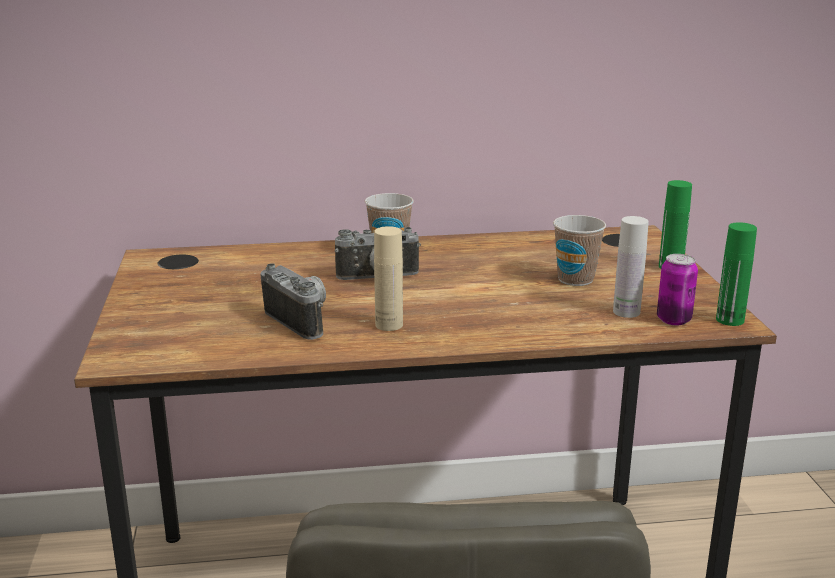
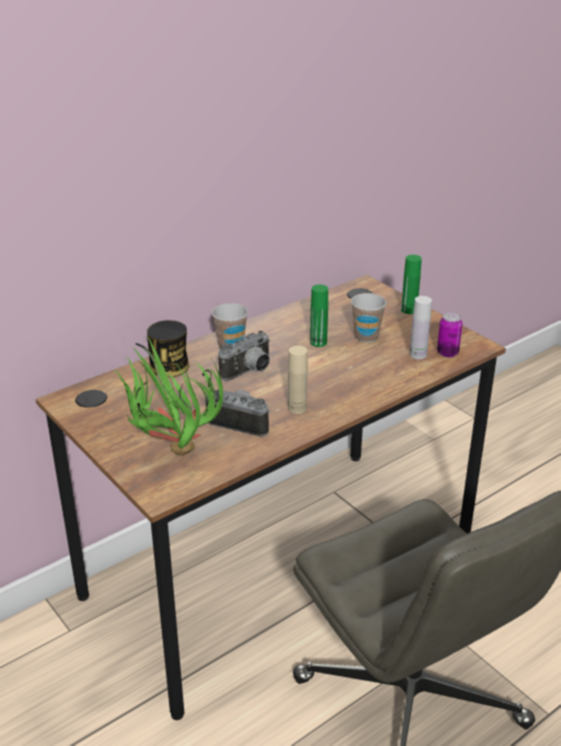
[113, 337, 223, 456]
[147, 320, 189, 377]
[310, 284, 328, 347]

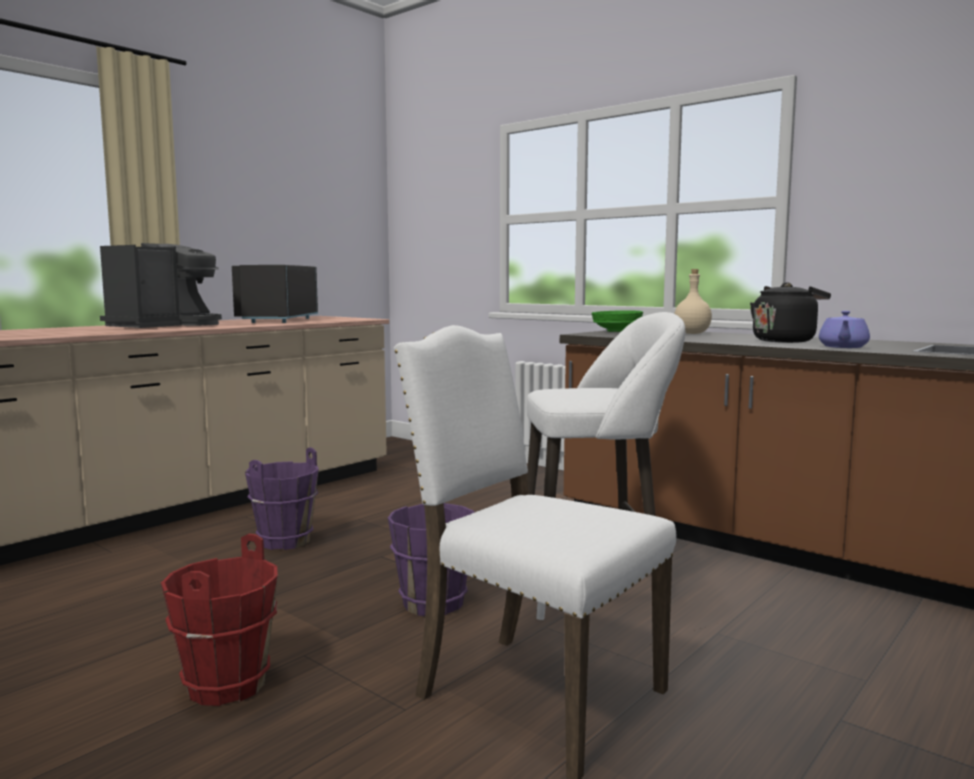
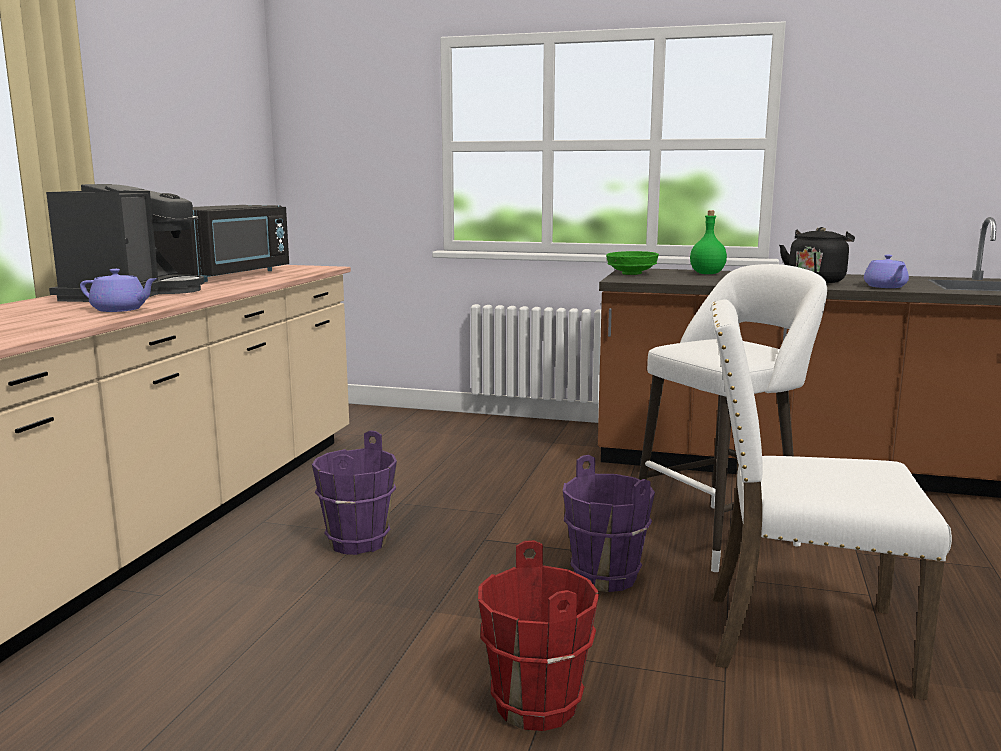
[80, 269, 157, 312]
[690, 211, 727, 274]
[154, 205, 289, 282]

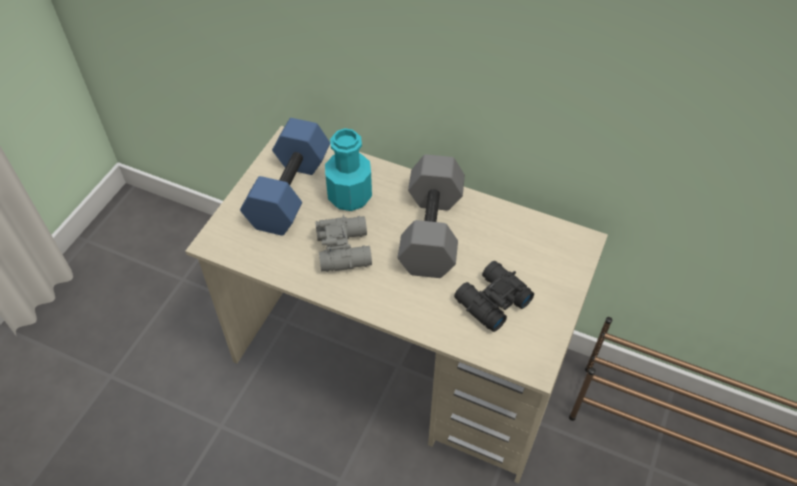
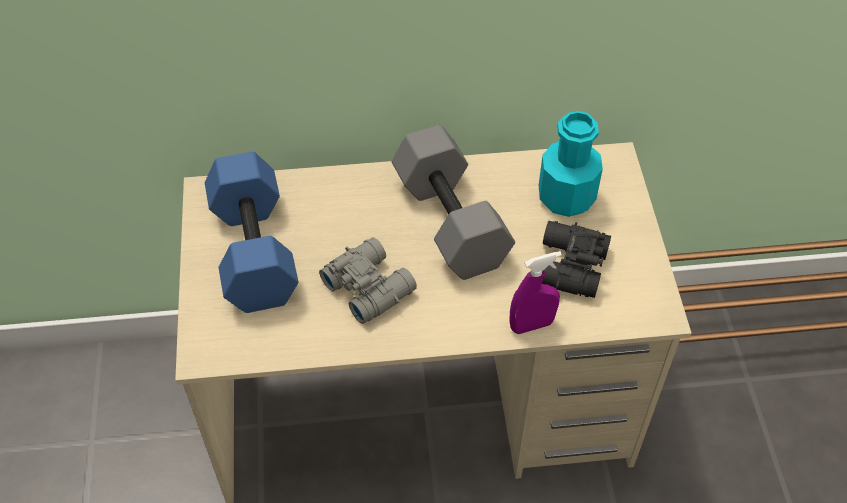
[509, 251, 562, 334]
[539, 111, 603, 217]

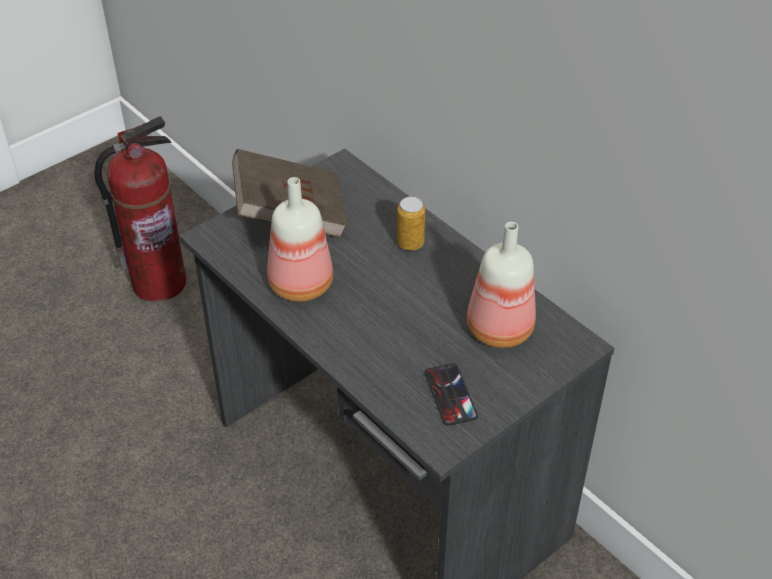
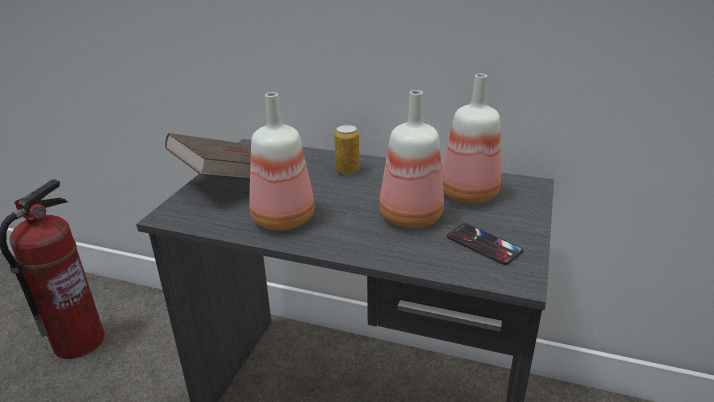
[379, 90, 444, 228]

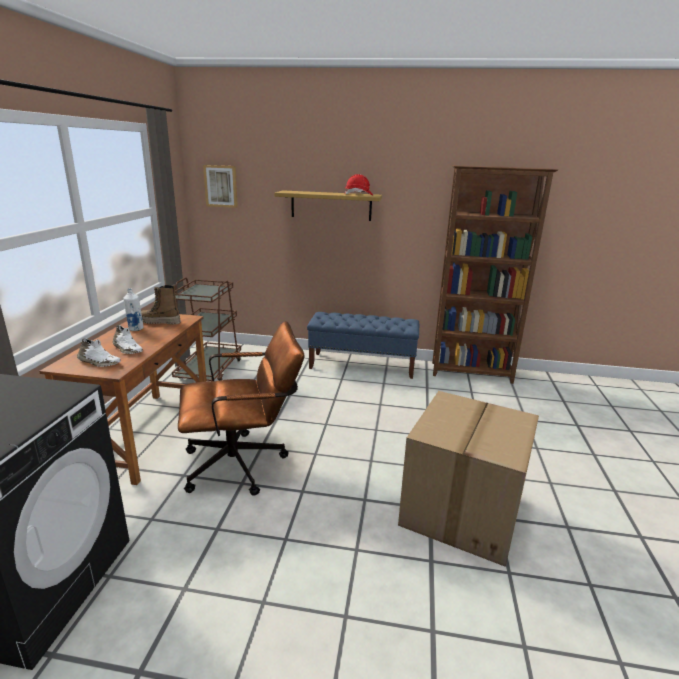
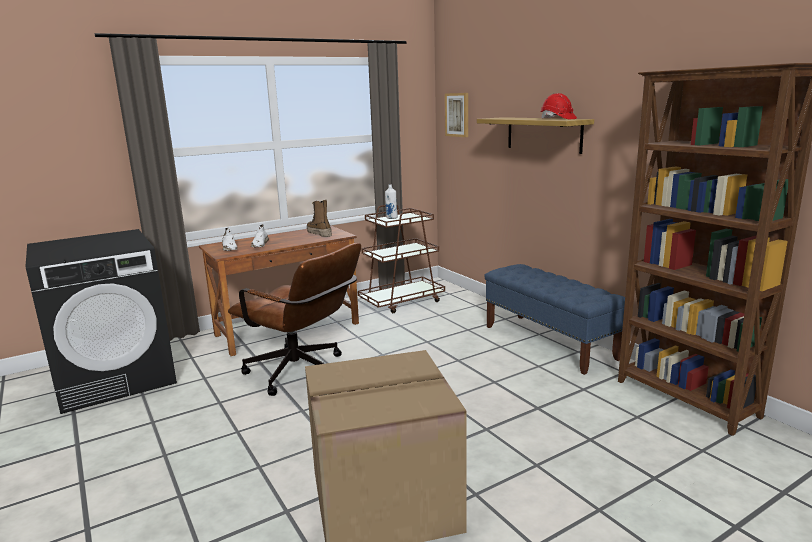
[385, 184, 398, 219]

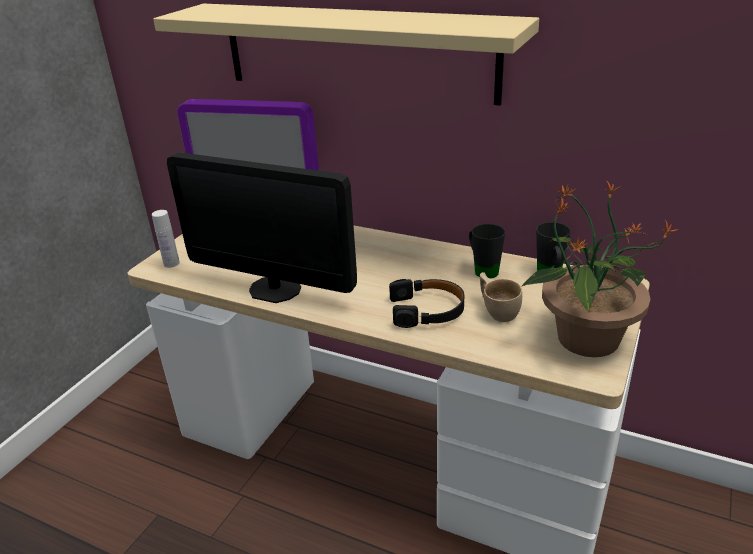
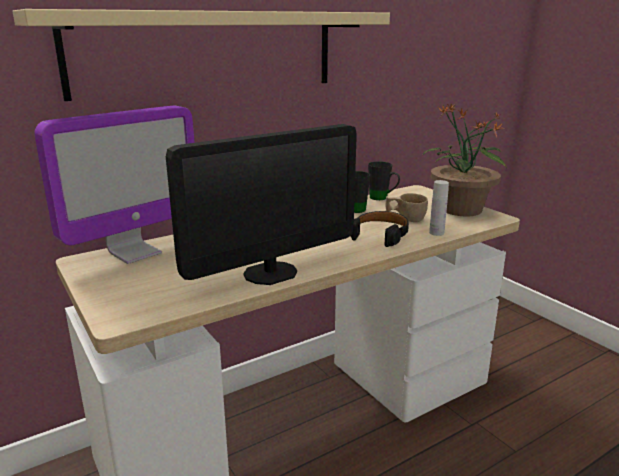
[429, 180, 449, 236]

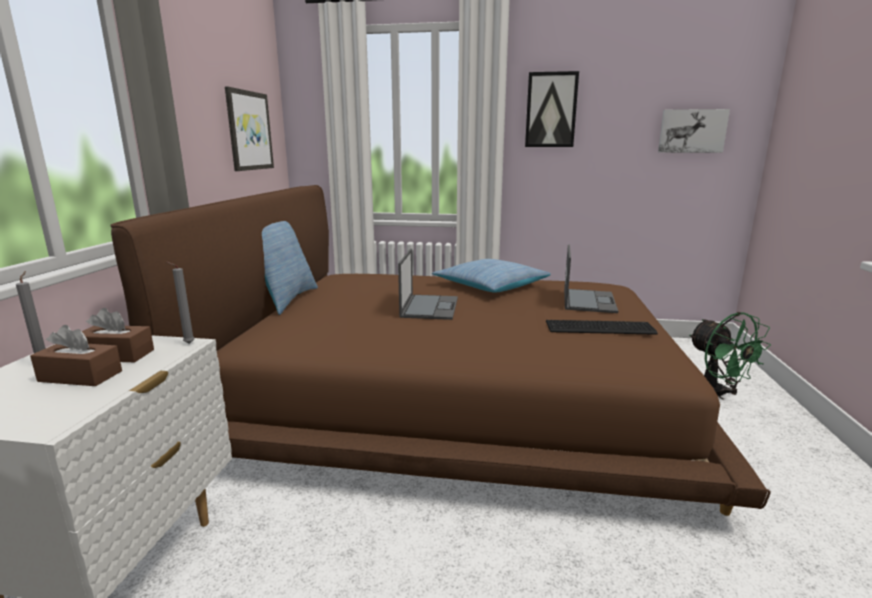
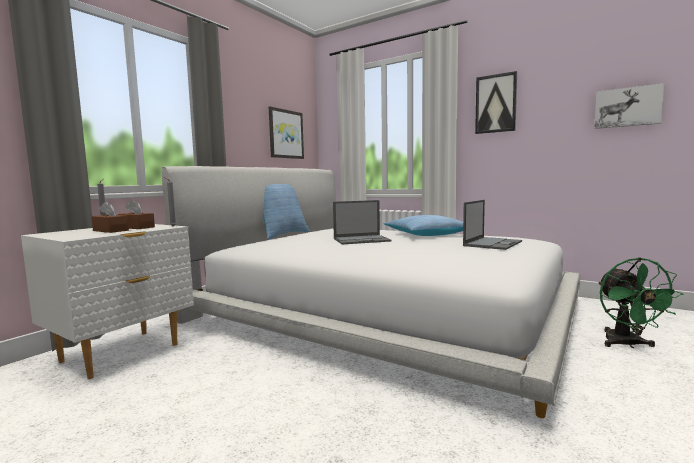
[546, 320, 658, 335] (first image)
[162, 166, 581, 418]
[333, 200, 392, 245]

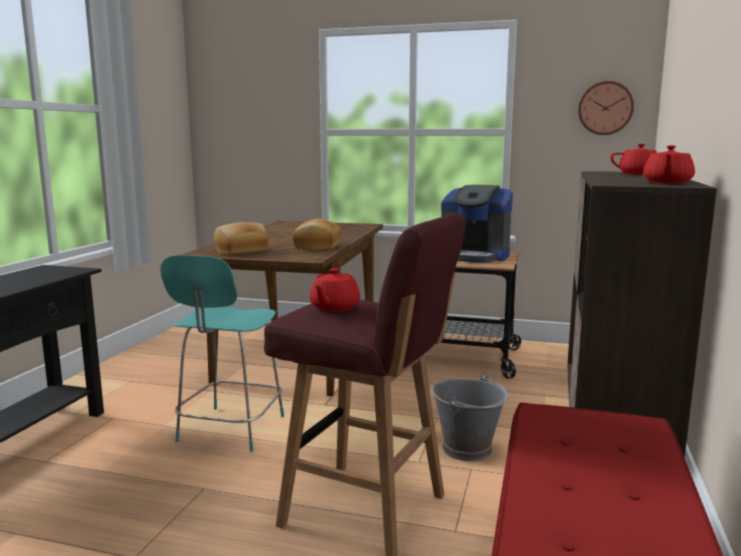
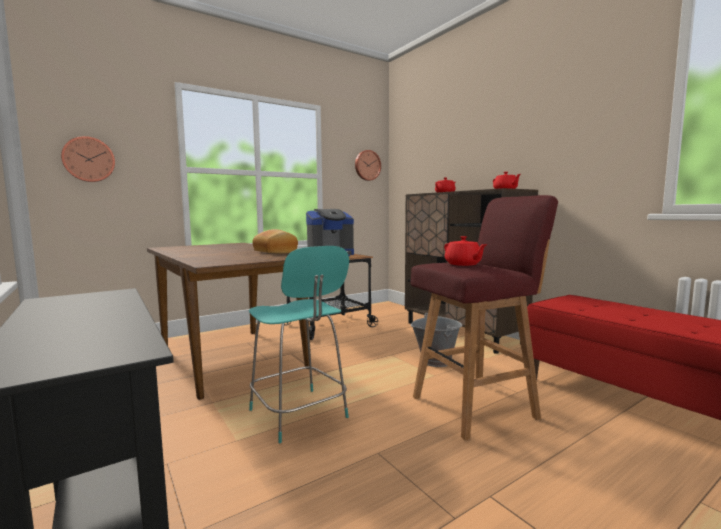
[214, 222, 268, 254] (first image)
[61, 136, 115, 182]

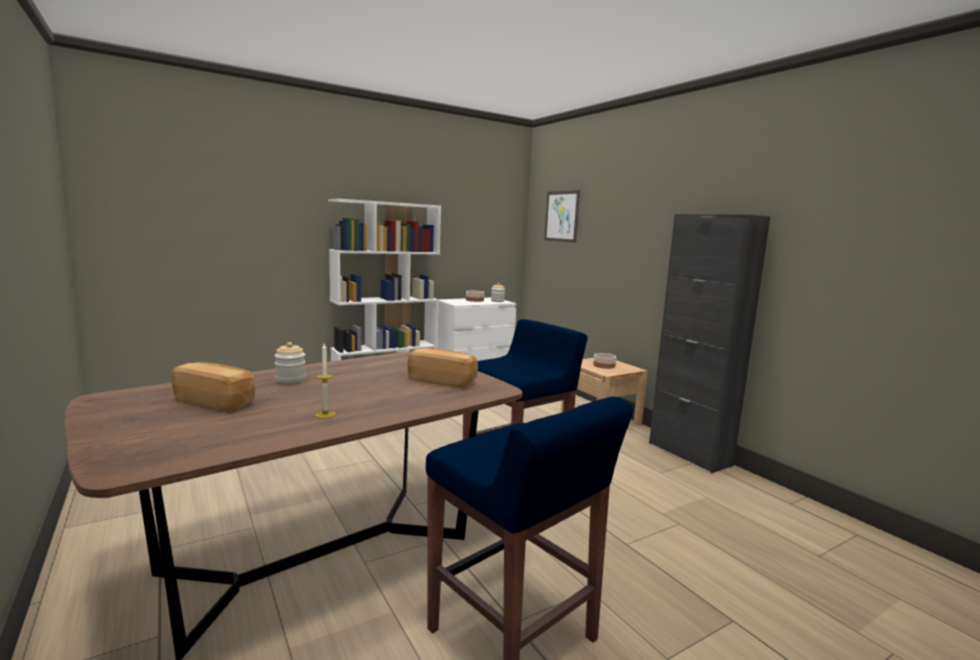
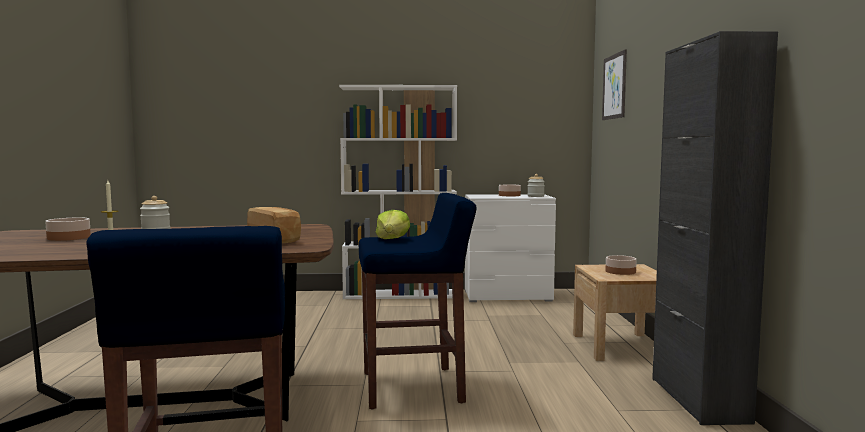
[376, 210, 410, 239]
[45, 218, 91, 241]

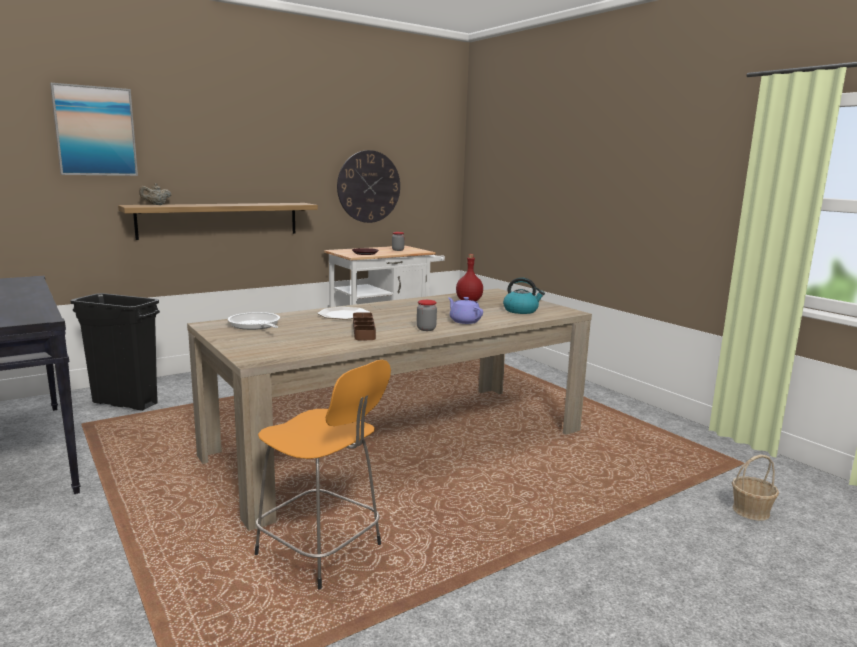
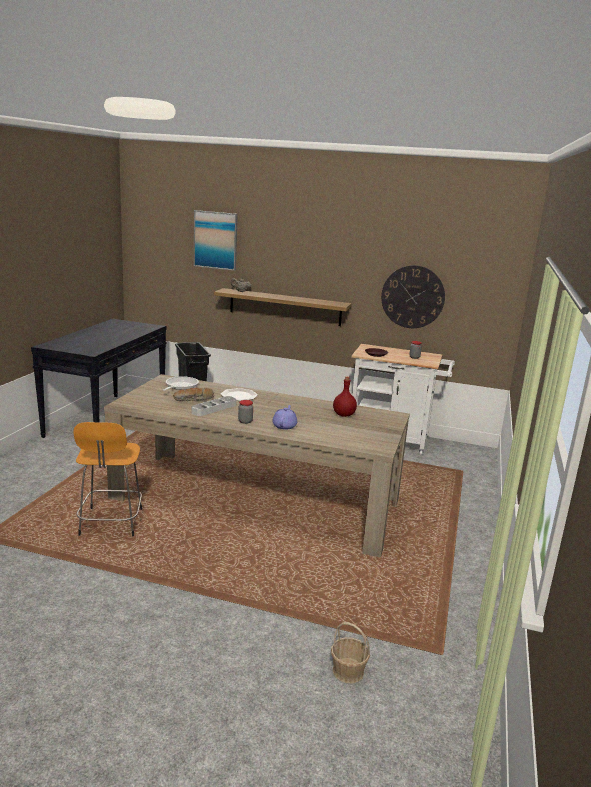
[503, 277, 545, 314] (first image)
[173, 388, 214, 401]
[191, 396, 236, 416]

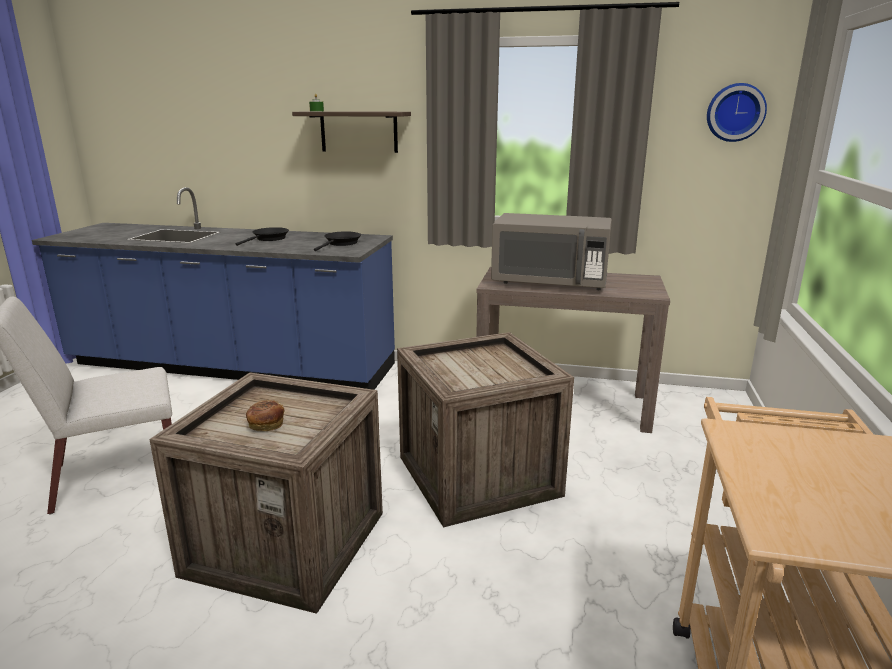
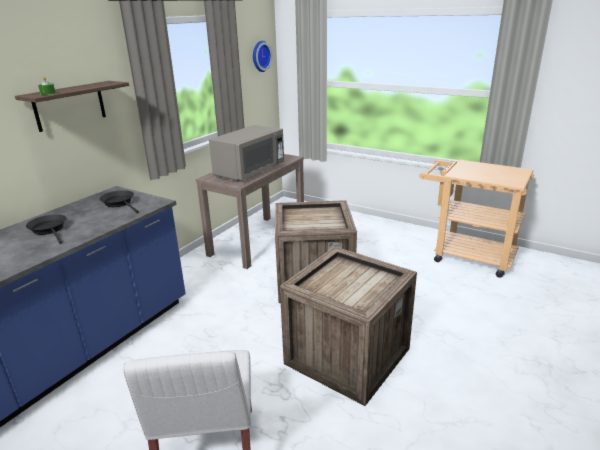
[246, 400, 284, 431] (first image)

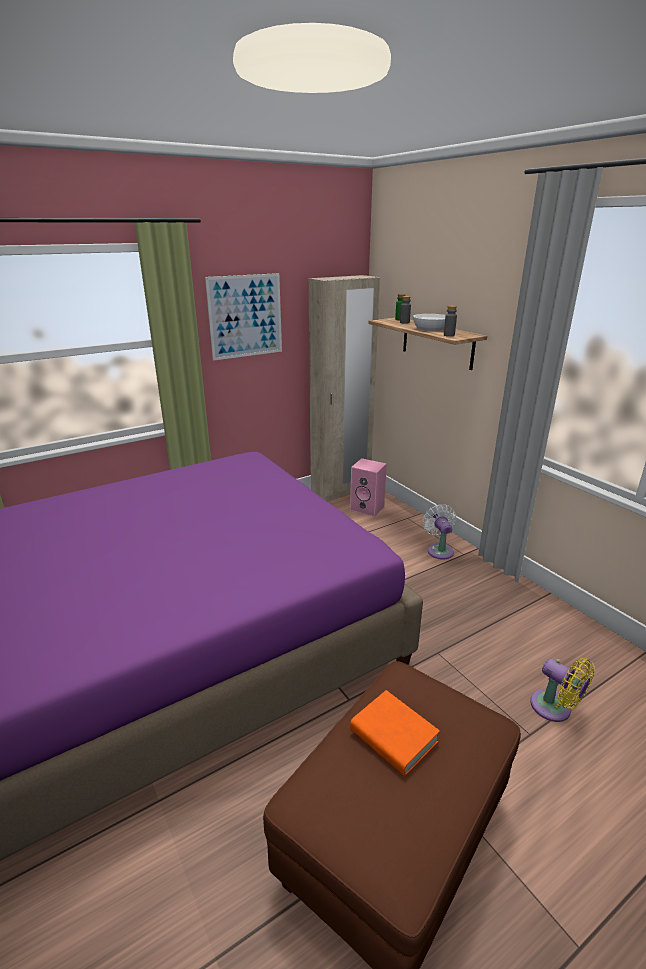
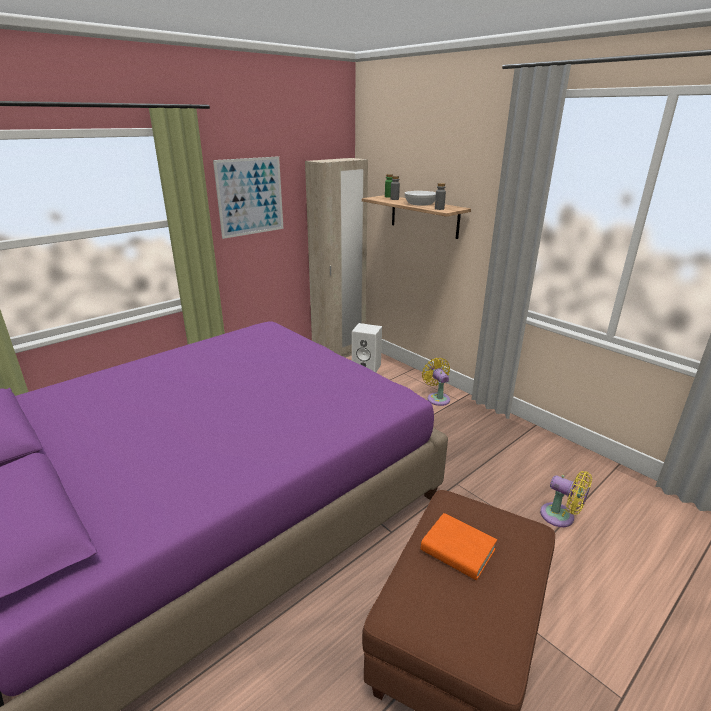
[352, 323, 382, 372]
[422, 358, 450, 406]

